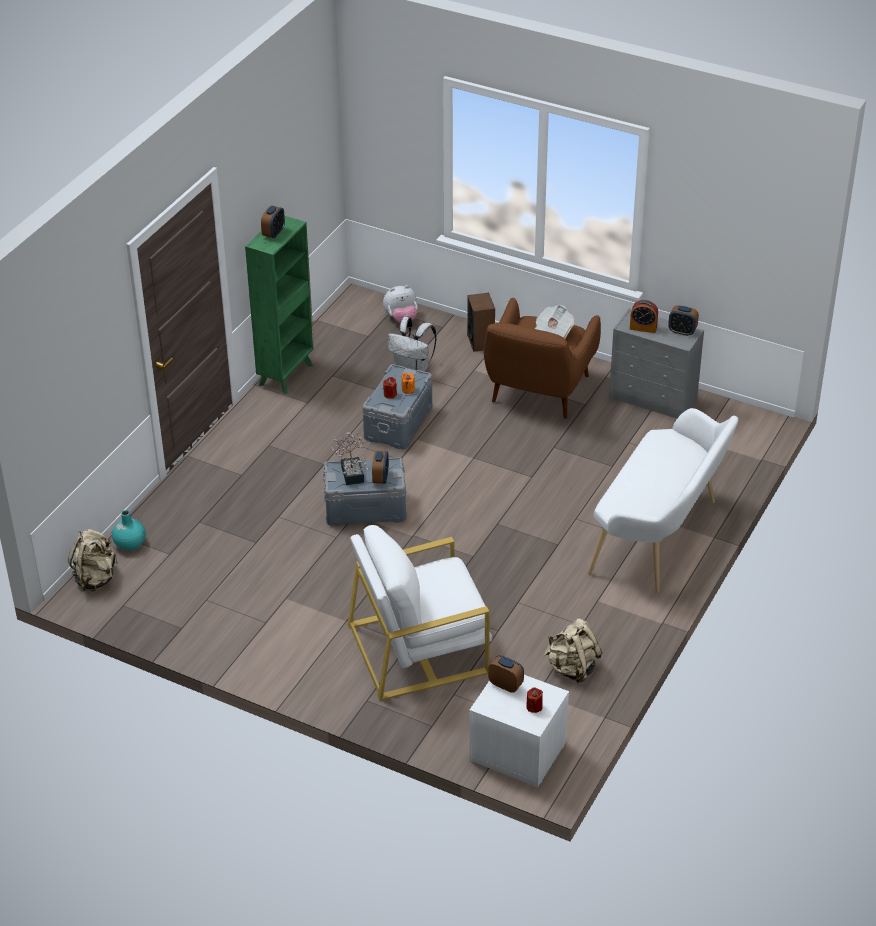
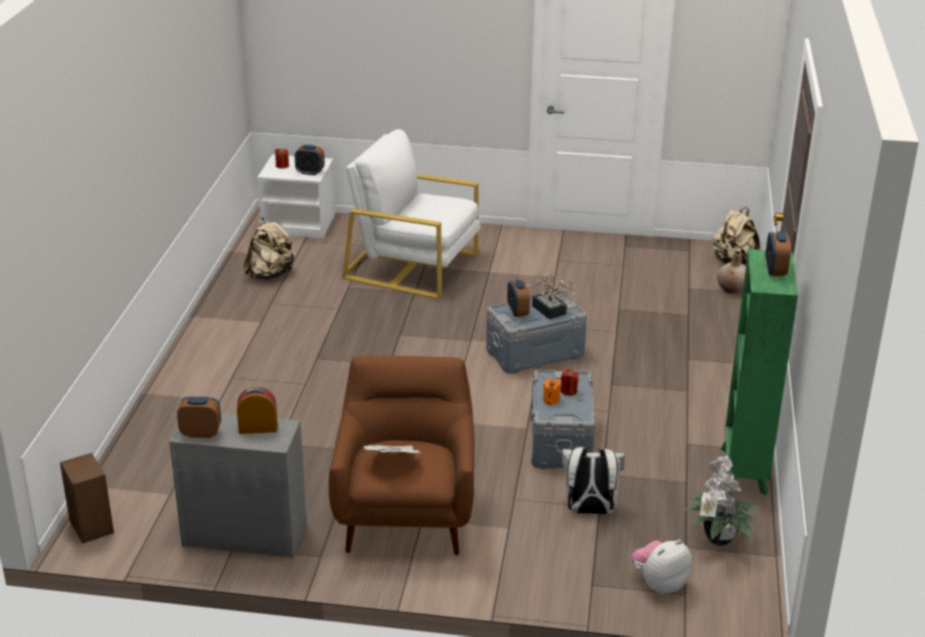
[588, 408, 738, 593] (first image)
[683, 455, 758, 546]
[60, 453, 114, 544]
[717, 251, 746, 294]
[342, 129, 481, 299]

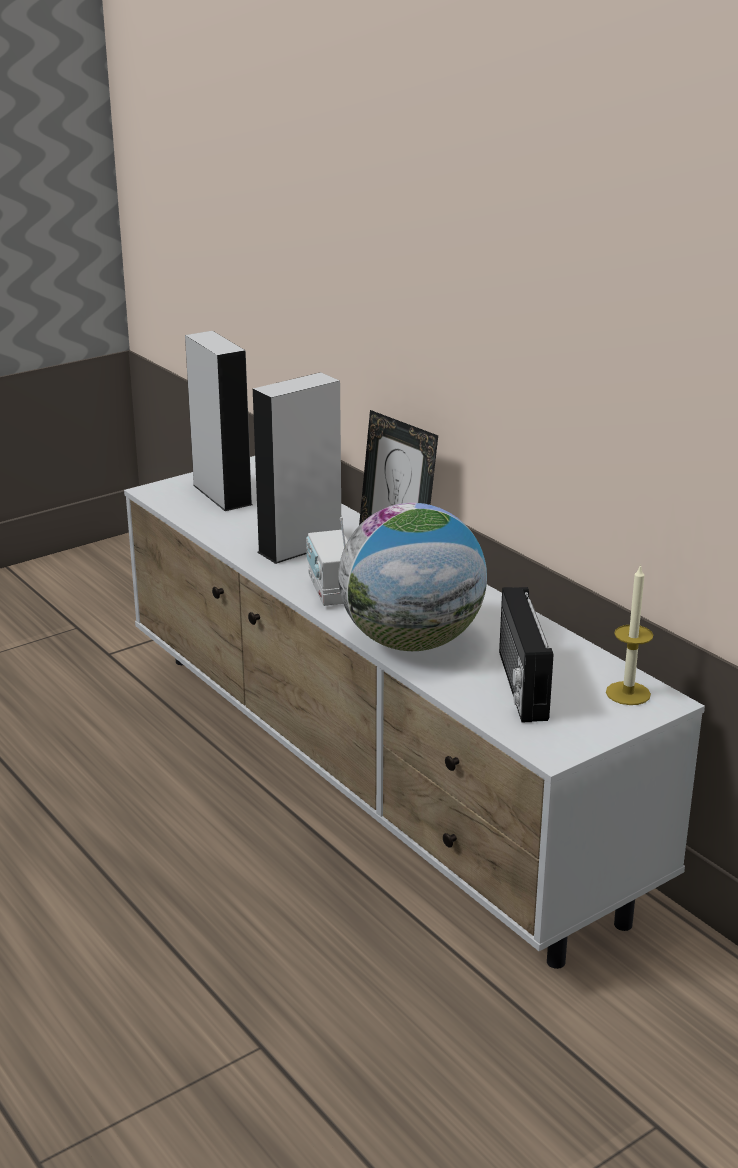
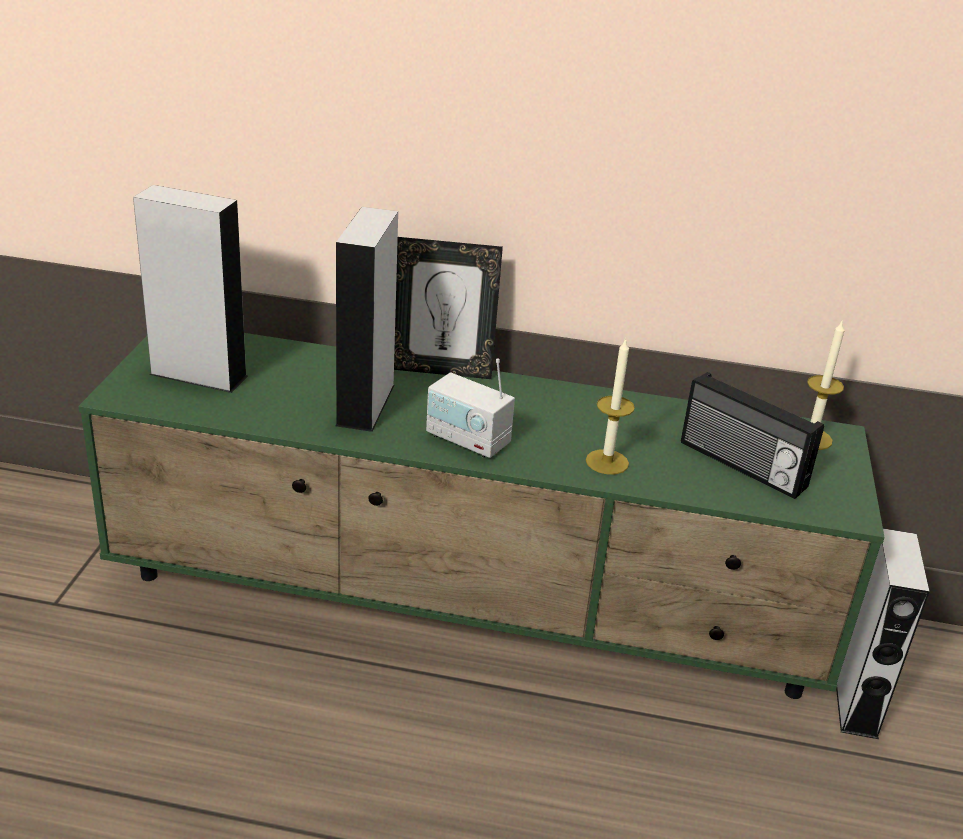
[836, 528, 930, 739]
[586, 338, 635, 475]
[78, 333, 885, 699]

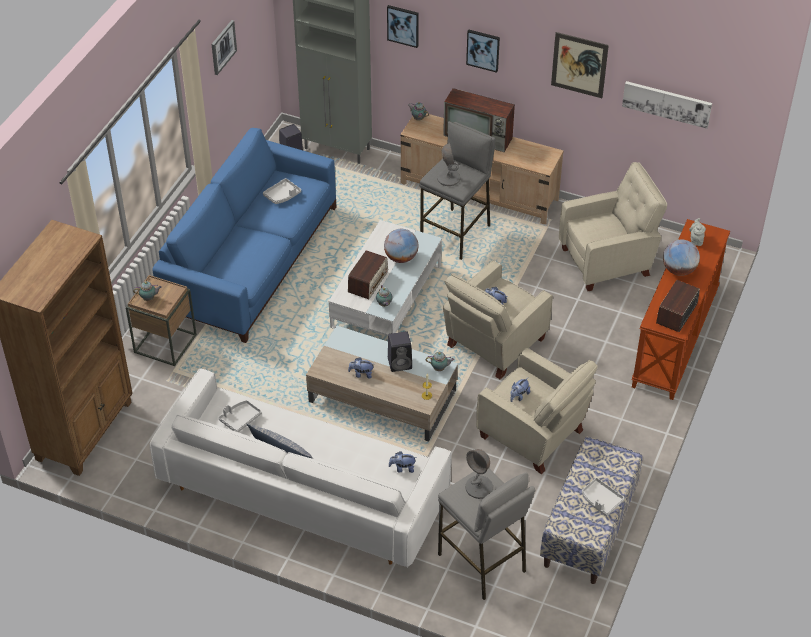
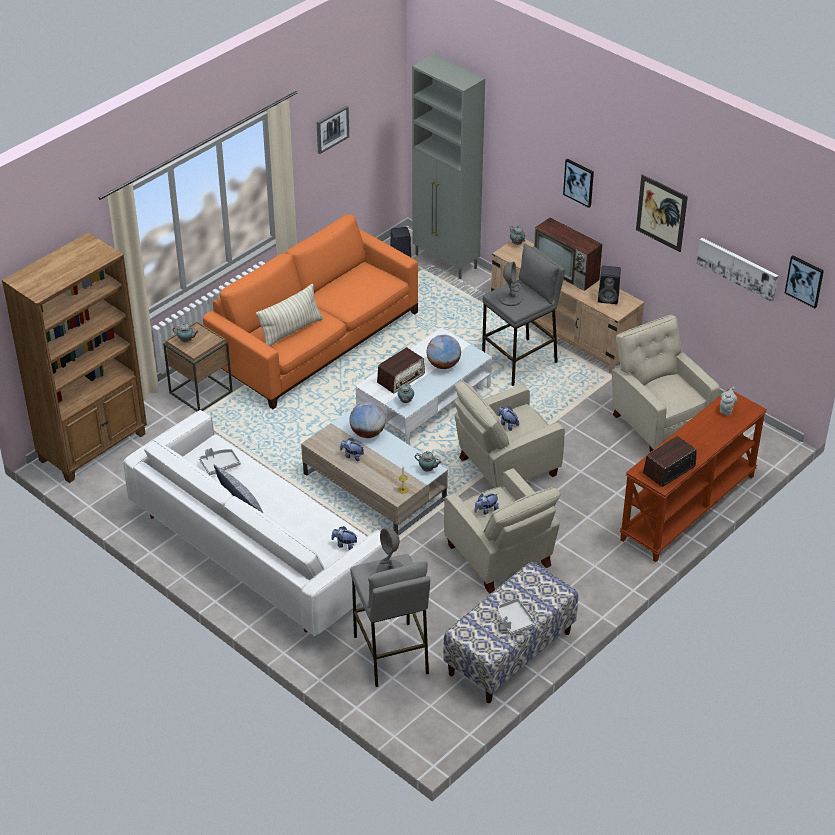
[263, 178, 301, 204] (first image)
[256, 284, 323, 346]
[785, 256, 824, 308]
[598, 266, 621, 304]
[349, 402, 386, 438]
[203, 214, 418, 409]
[612, 315, 720, 452]

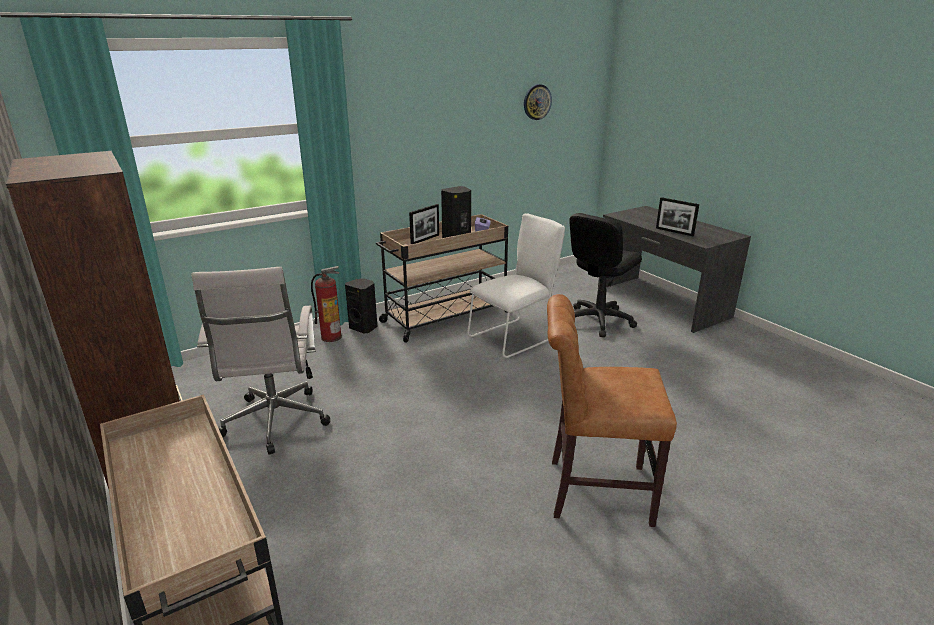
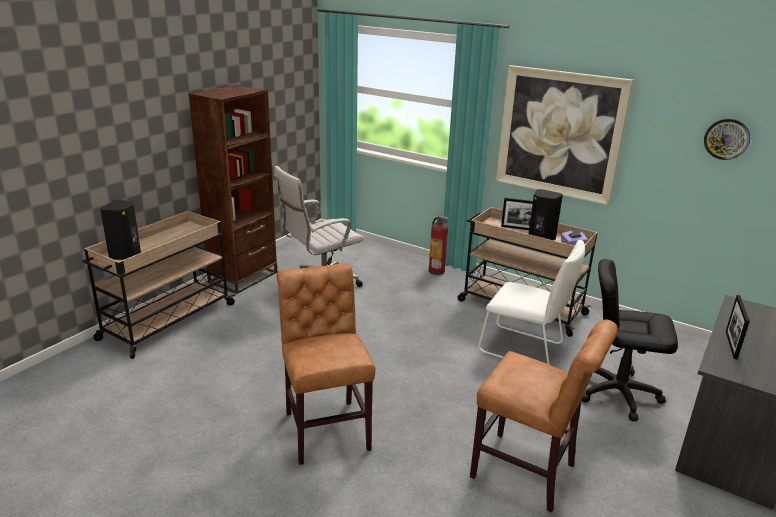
[470, 319, 618, 512]
[496, 65, 633, 205]
[100, 200, 141, 260]

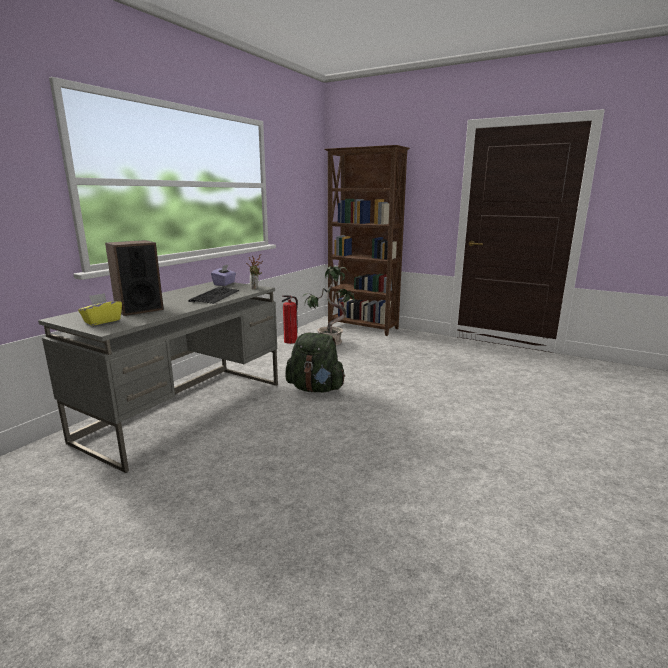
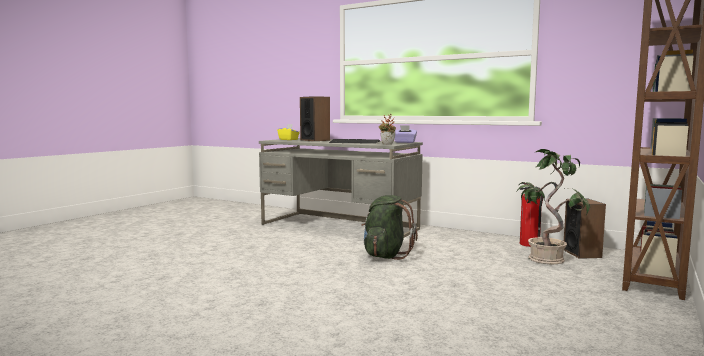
[564, 199, 606, 259]

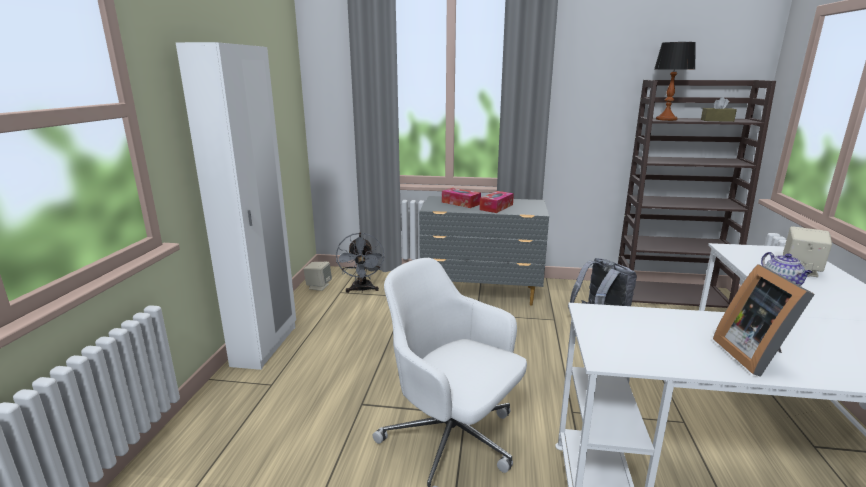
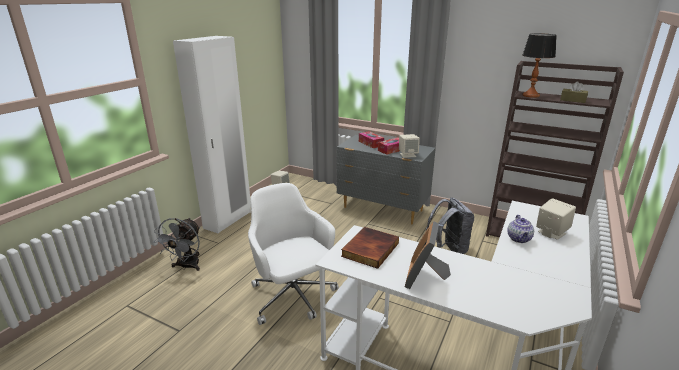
[341, 227, 399, 269]
[399, 134, 420, 158]
[153, 218, 200, 271]

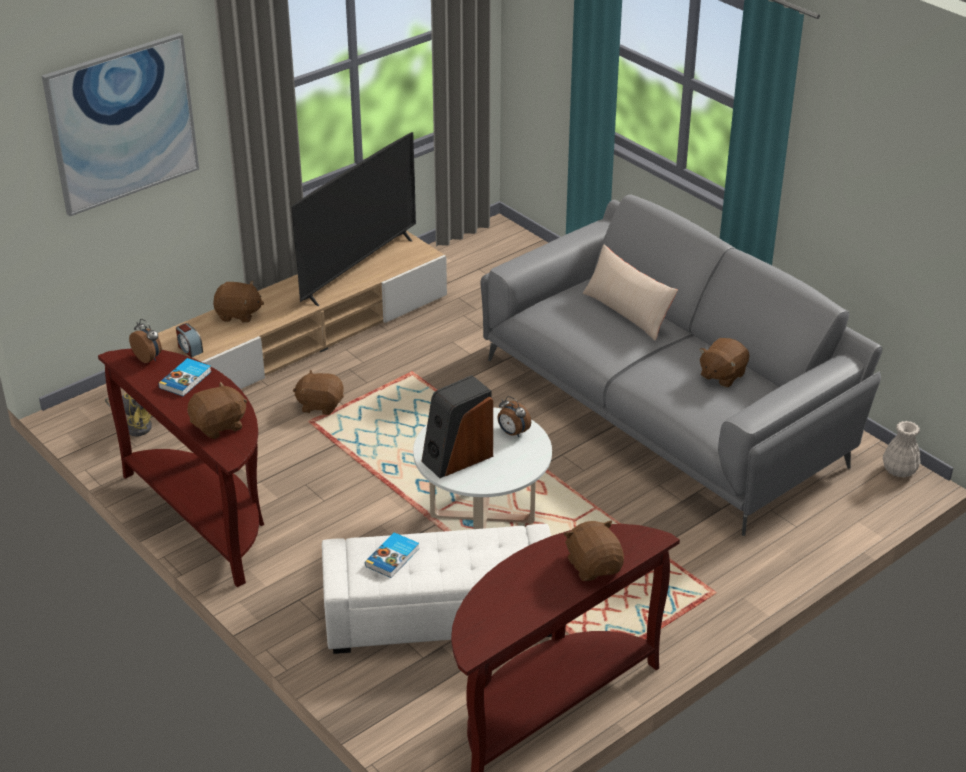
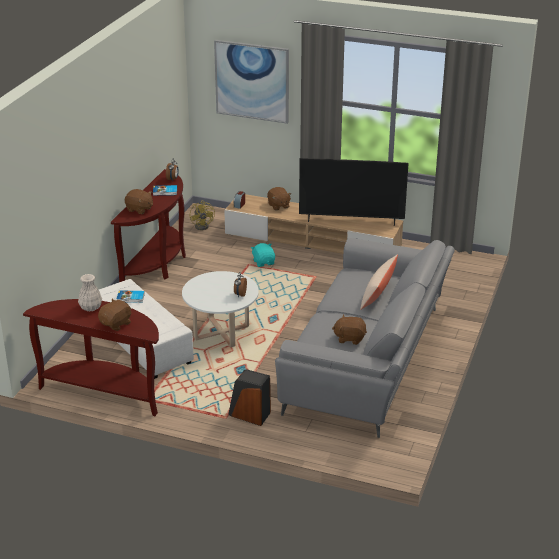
[228, 369, 271, 426]
[78, 274, 102, 311]
[251, 243, 275, 267]

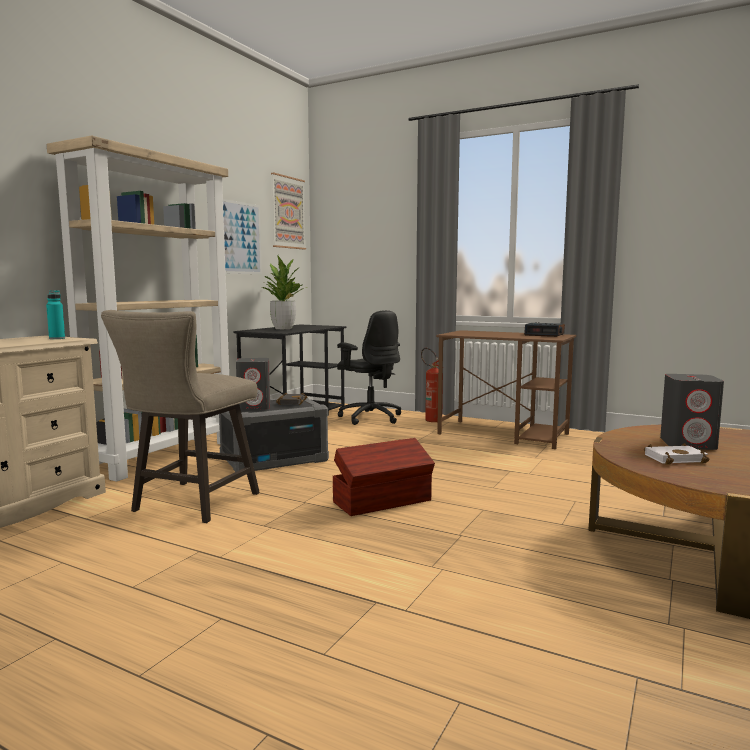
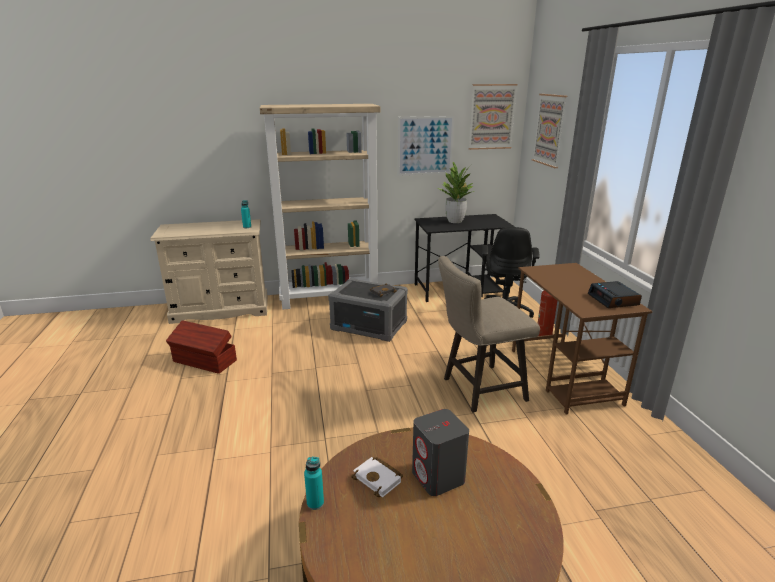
[236, 358, 270, 410] (first image)
[304, 457, 324, 510]
[532, 94, 567, 168]
[438, 256, 540, 412]
[166, 320, 237, 374]

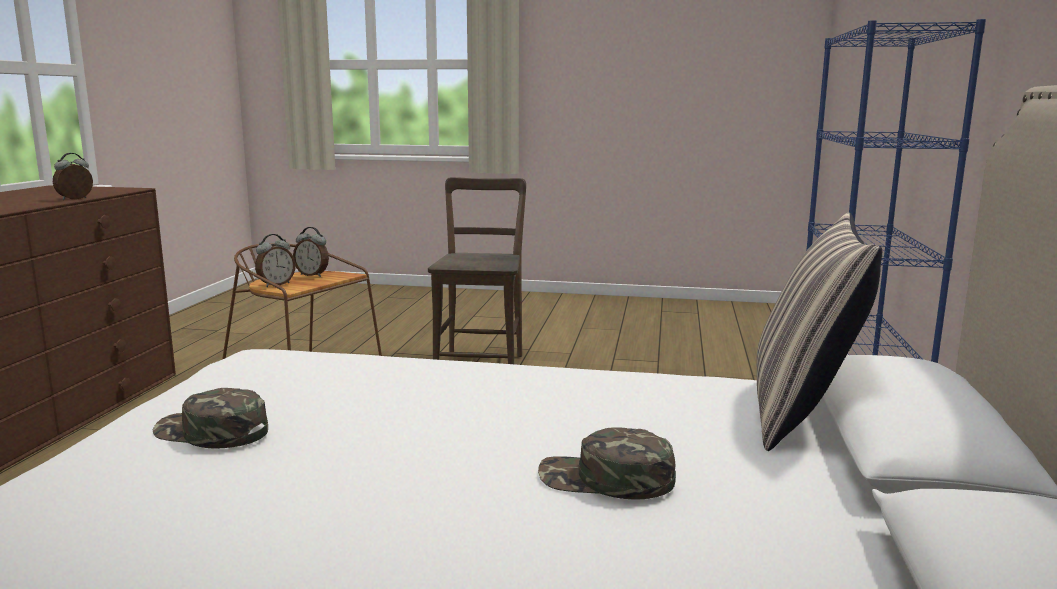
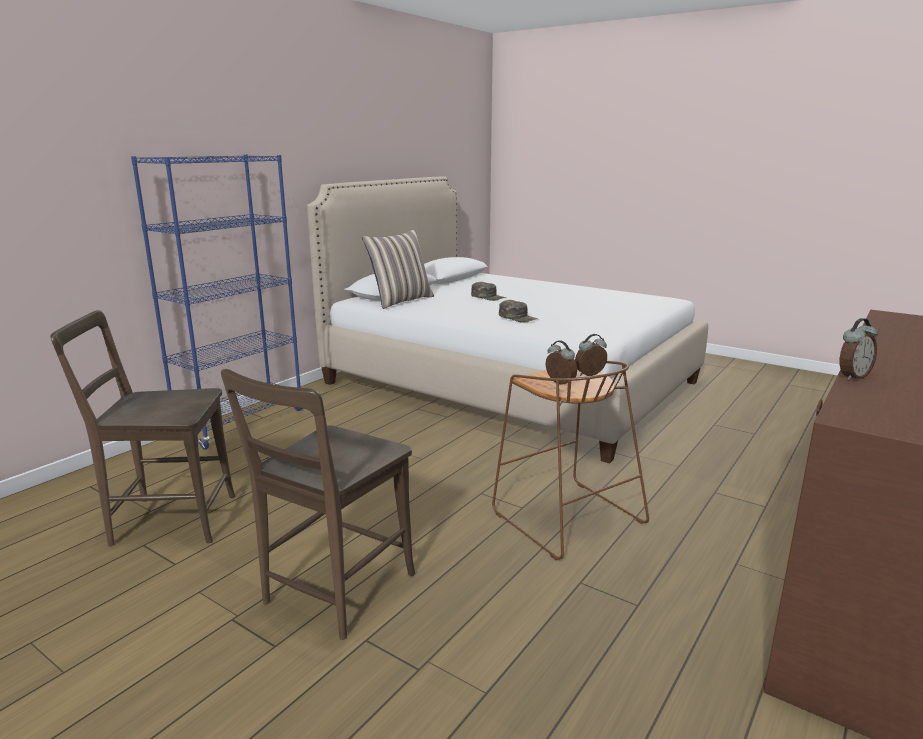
[50, 310, 236, 546]
[499, 300, 538, 323]

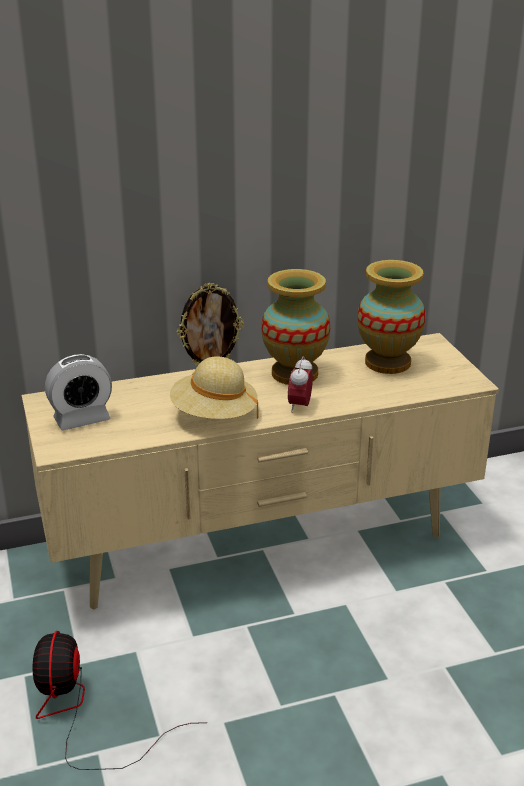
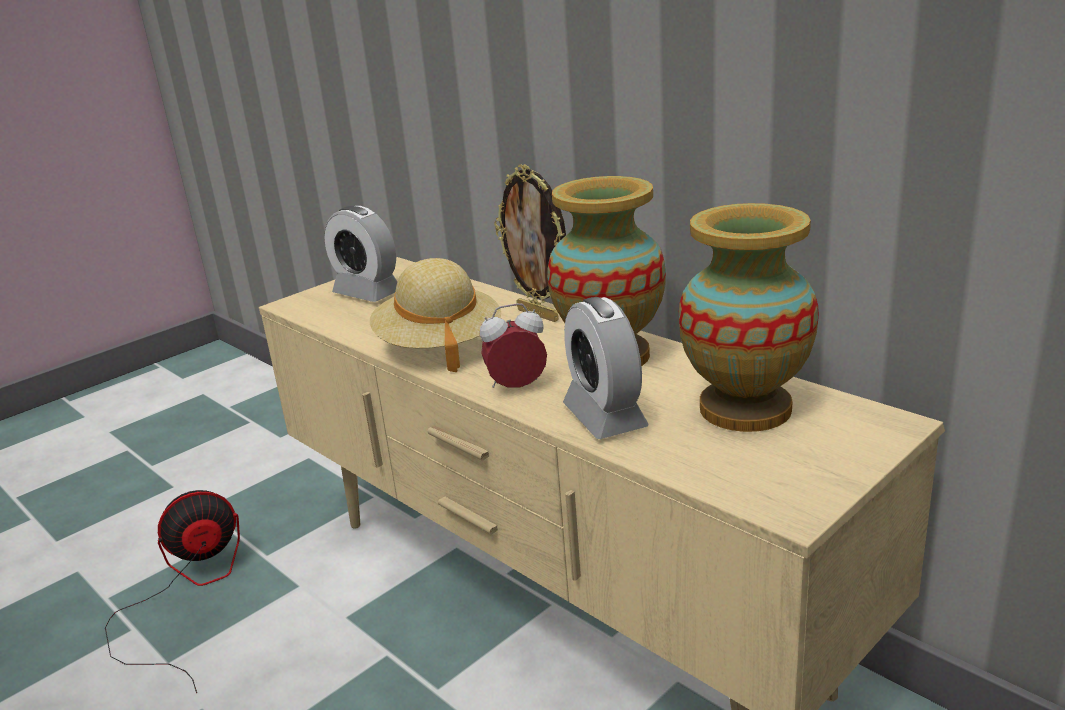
[563, 297, 649, 439]

